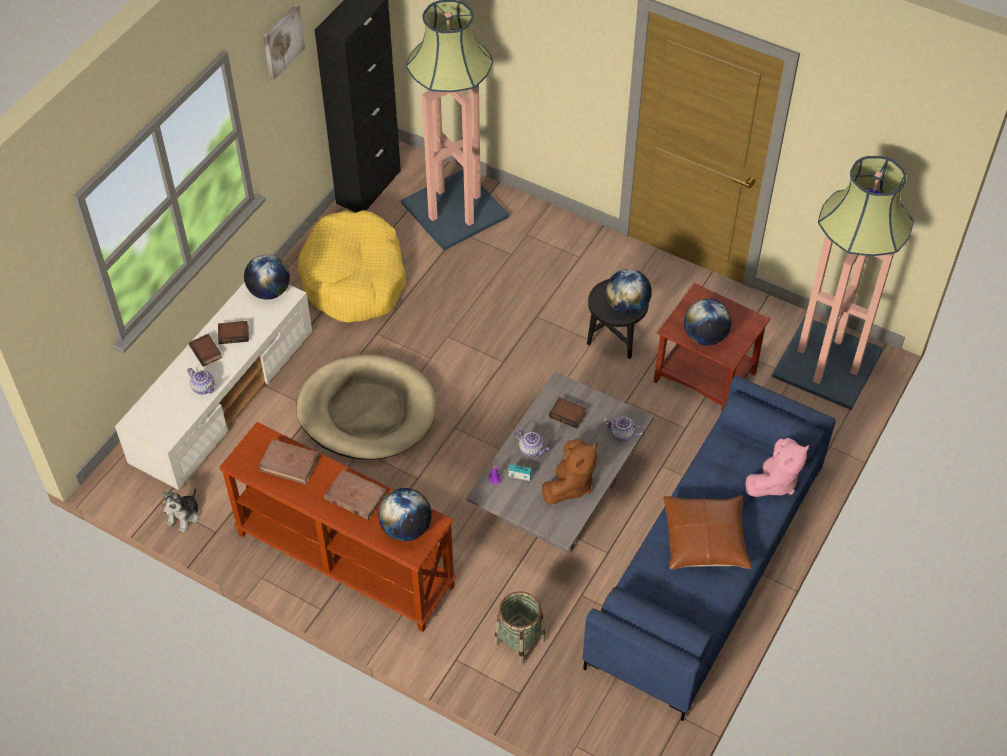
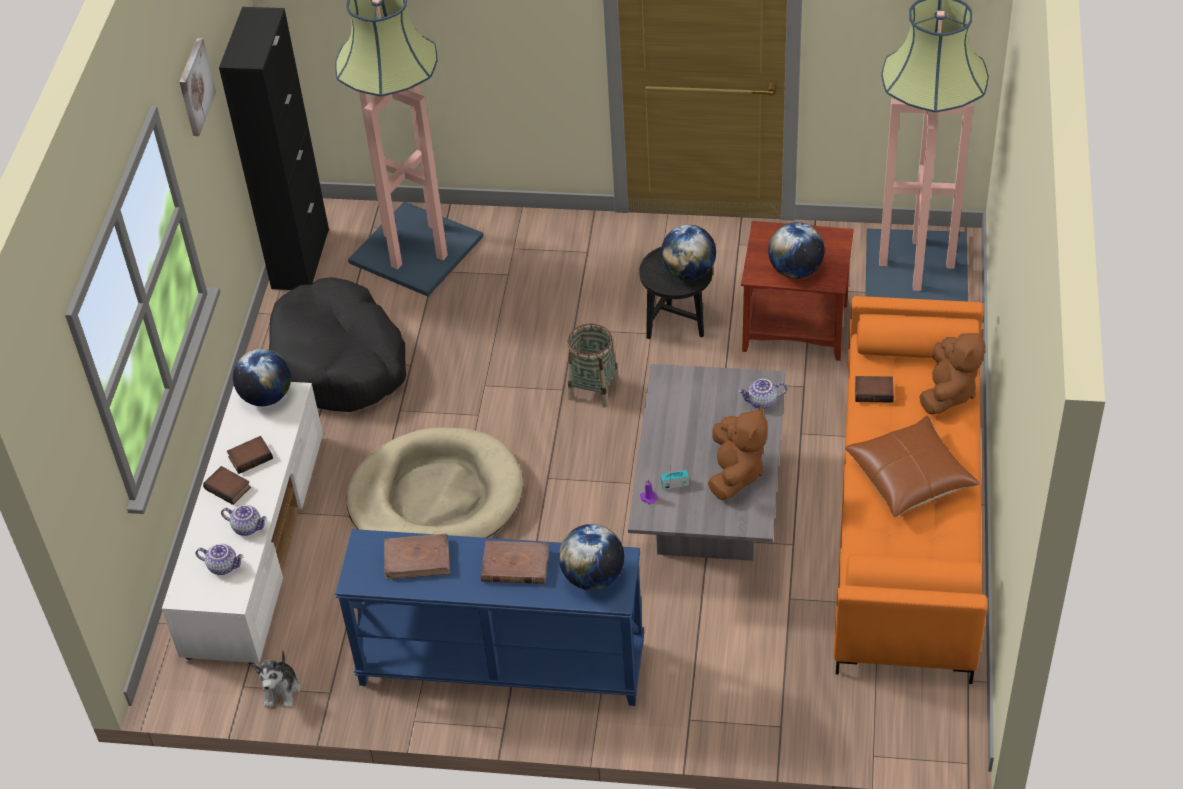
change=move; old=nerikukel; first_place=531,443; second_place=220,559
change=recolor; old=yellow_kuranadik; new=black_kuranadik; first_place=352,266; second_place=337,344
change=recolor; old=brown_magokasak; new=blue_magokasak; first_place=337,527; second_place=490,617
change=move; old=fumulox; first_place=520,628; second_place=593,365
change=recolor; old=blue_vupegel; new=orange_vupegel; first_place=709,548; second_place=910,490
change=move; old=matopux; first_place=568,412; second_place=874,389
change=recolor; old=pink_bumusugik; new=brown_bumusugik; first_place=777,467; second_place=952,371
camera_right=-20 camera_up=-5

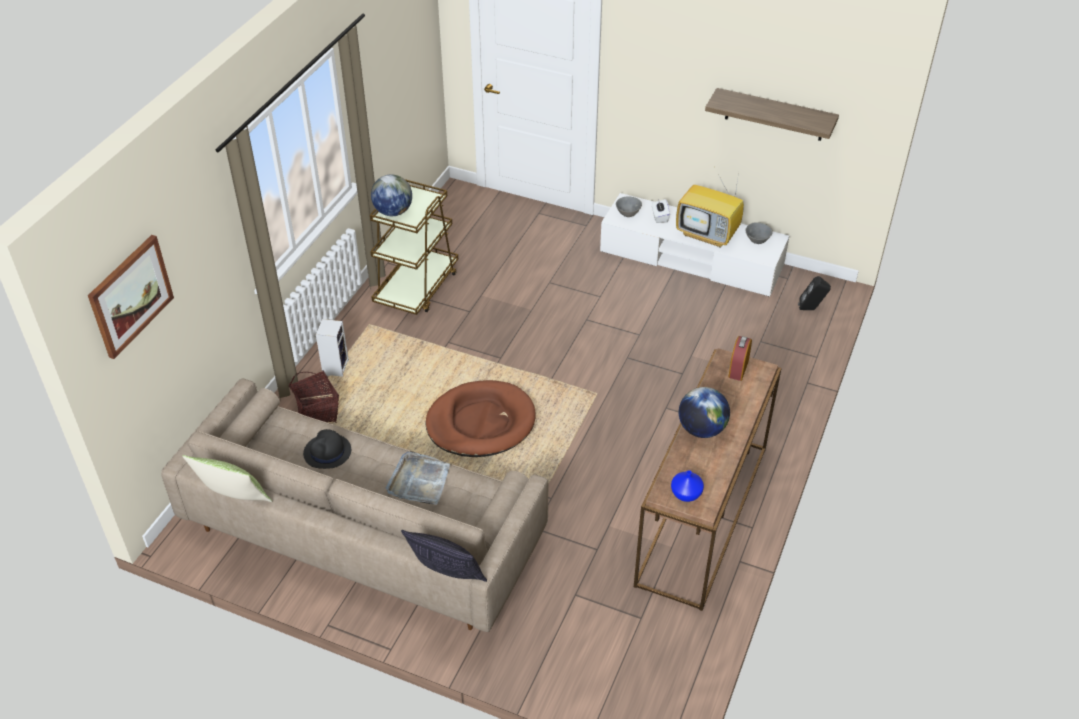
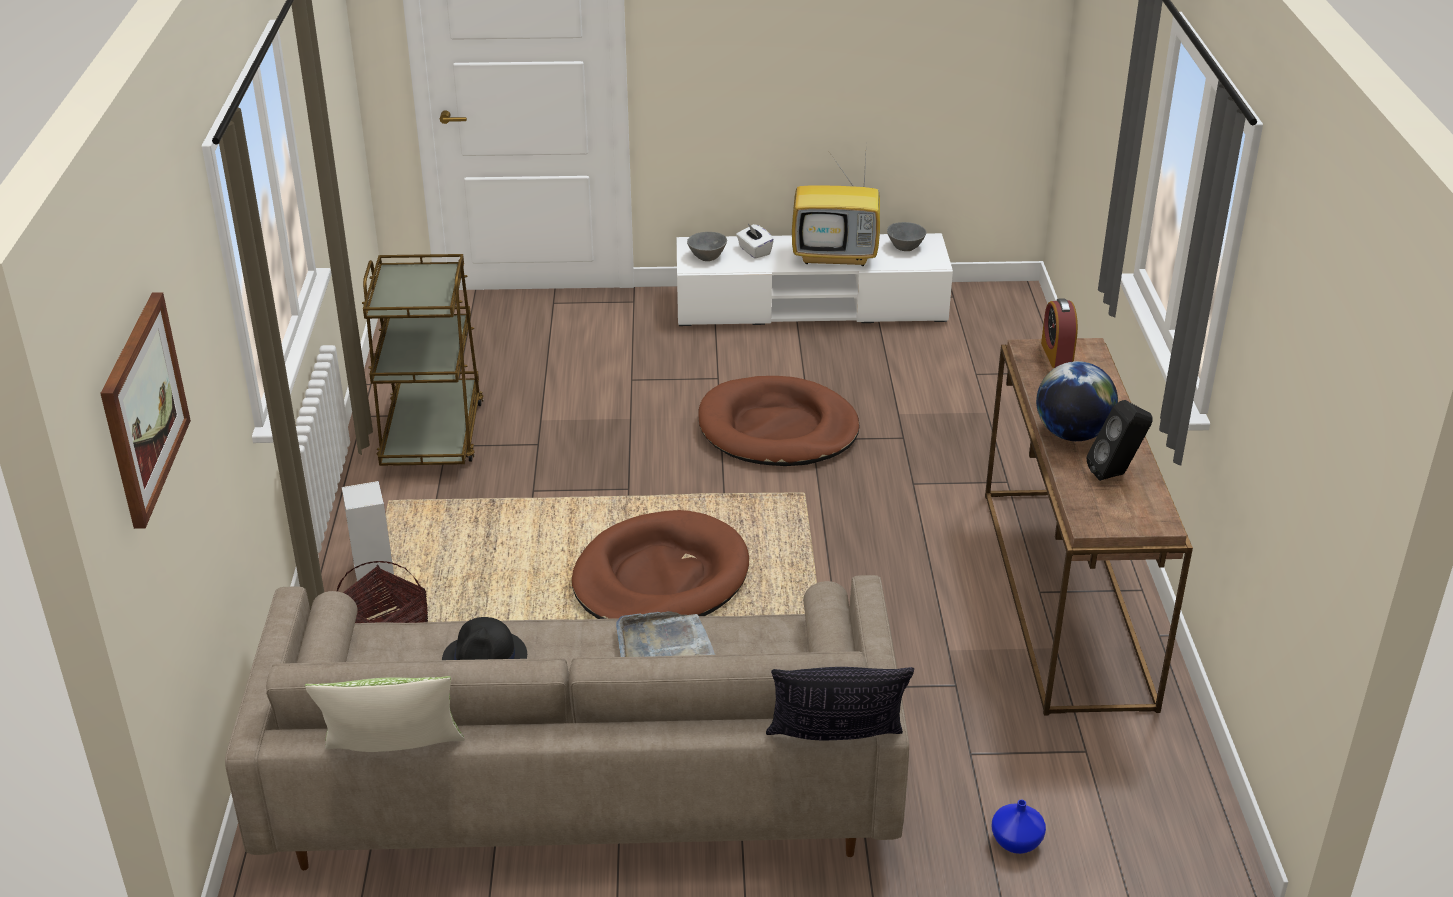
change=insert; new=brown_kuranadik; second_place=779,421
change=move; old=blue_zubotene; first_place=687,486; second_place=1019,827
change=move; old=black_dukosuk; first_place=814,293; second_place=1119,440
change=delete; old=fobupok; first_place=391,195
change=delete; old=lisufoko; first_place=772,114
camera_right=-25 camera_up=-10

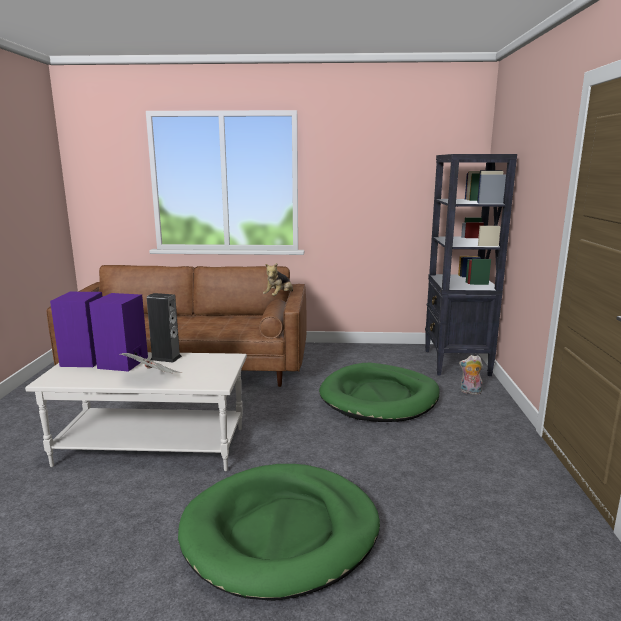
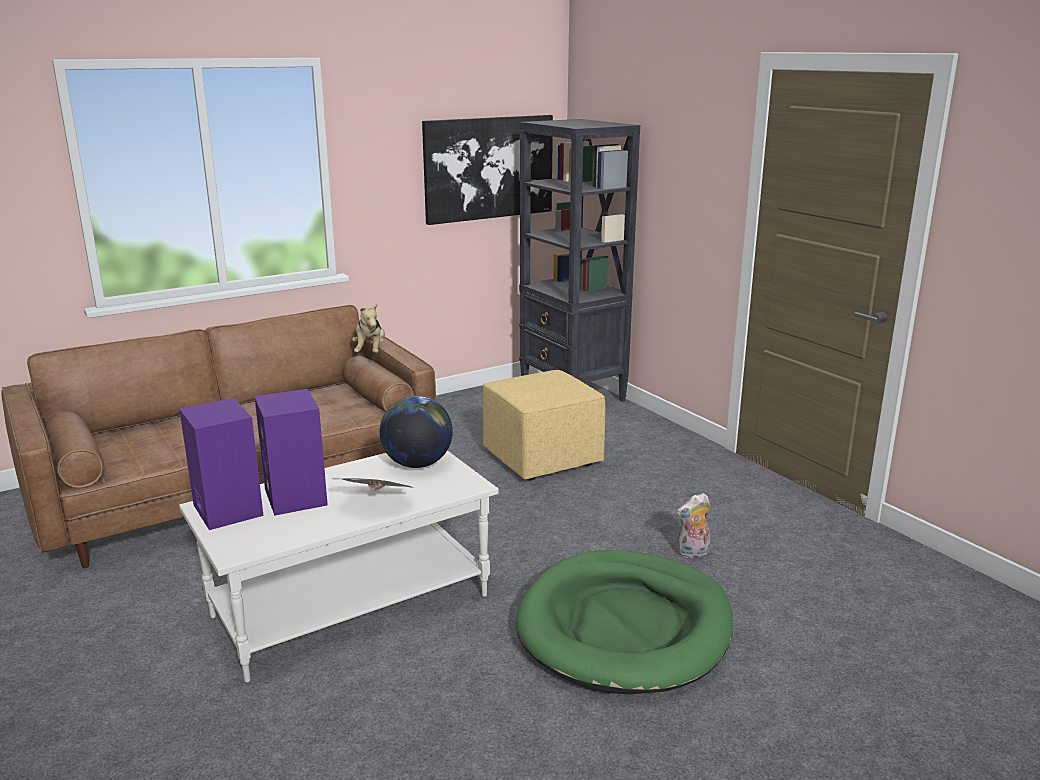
change=insert; new=fobupok; second_place=416,431
change=insert; new=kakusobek; second_place=487,170
change=replace; old=green_kuranadik; new=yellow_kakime; first_place=379,392; second_place=543,425
change=move; old=bumusugik; first_place=471,375; second_place=694,525
change=delete; old=dukosuk; first_place=164,328
camera_right=-35 camera_up=5

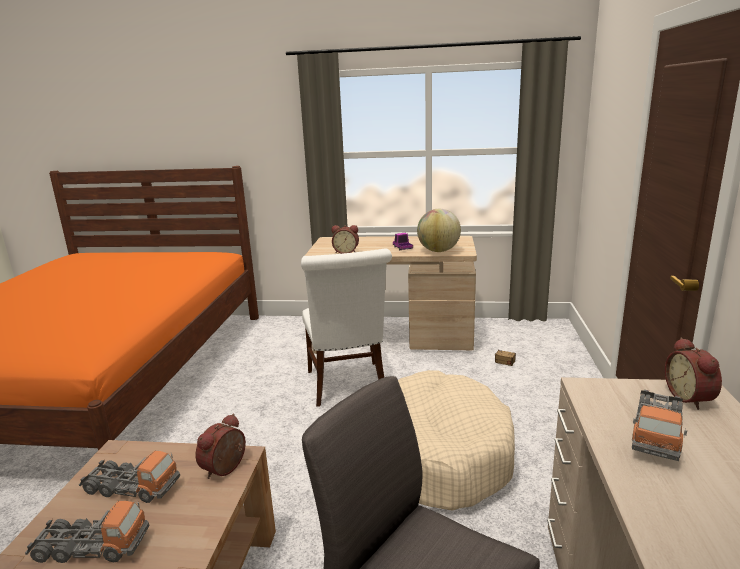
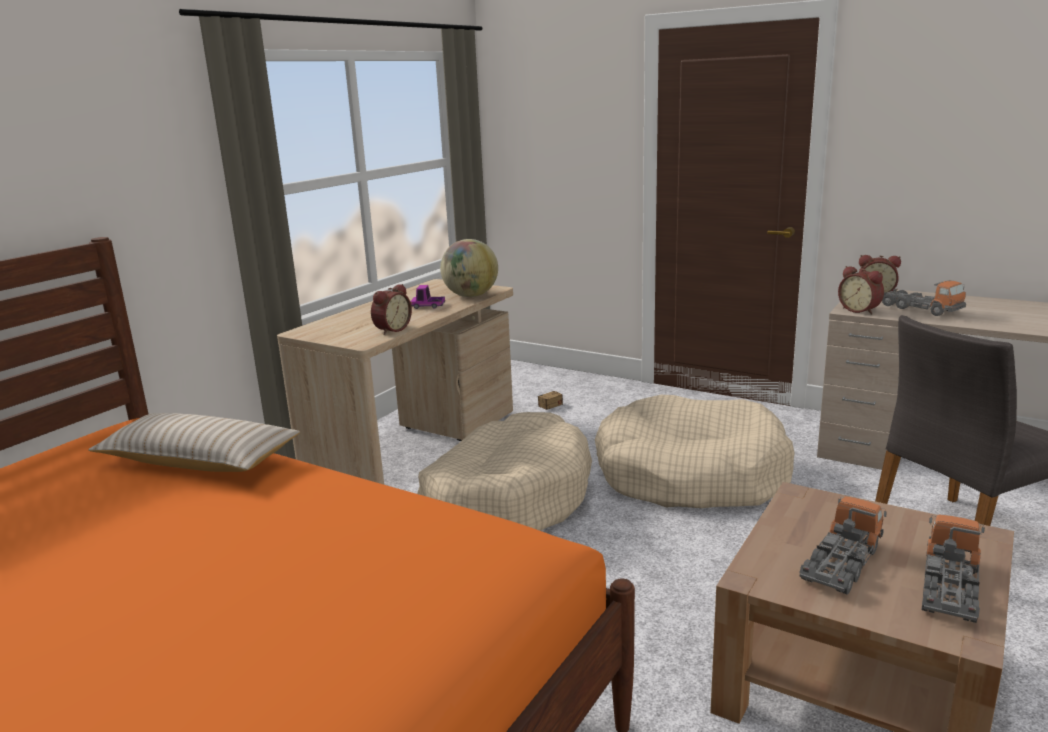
change=insert; new=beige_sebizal; second_place=194,442
change=replace; old=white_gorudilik; new=beige_kuranadik; first_place=346,327; second_place=504,471
change=move; old=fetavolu; first_place=220,446; second_place=861,290
camera_right=-65 camera_up=0

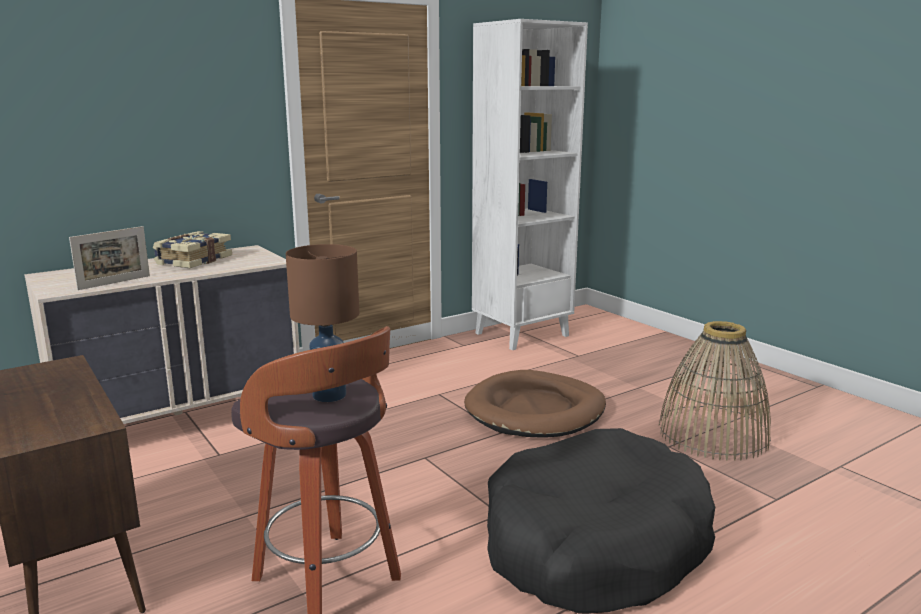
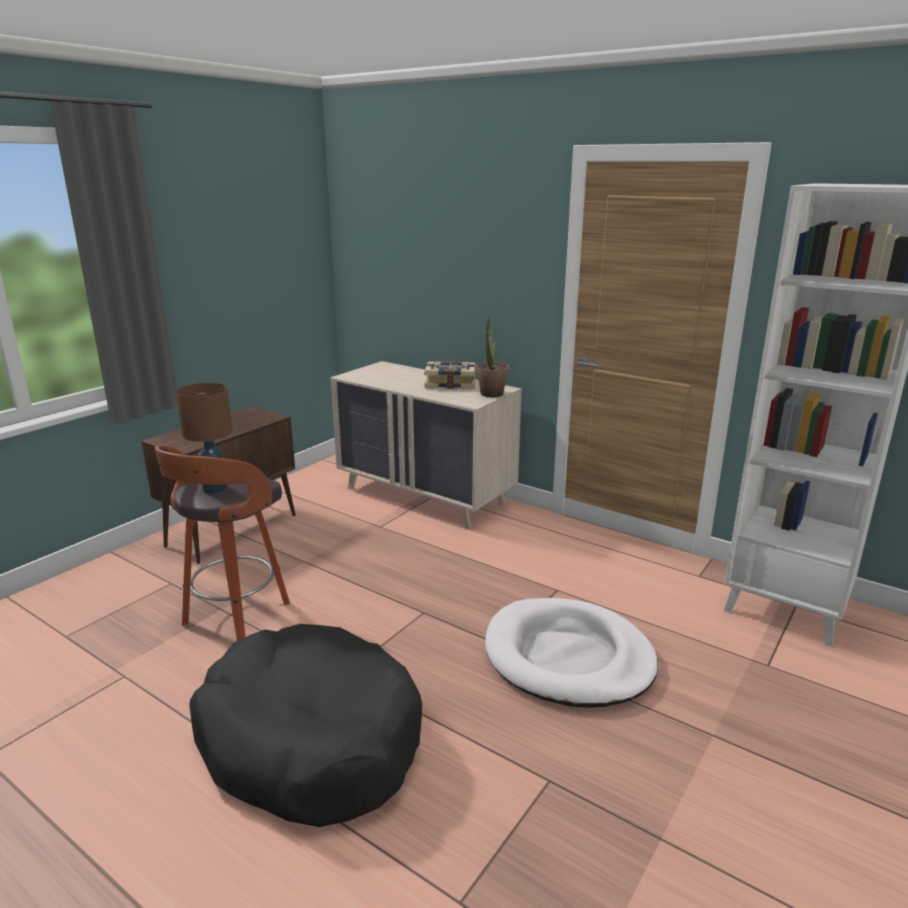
change=insert; new=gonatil; second_place=492,353
change=recolor; old=brown_kuranadik; new=white_kuranadik; first_place=535,403; second_place=571,653
change=delete; old=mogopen; first_place=109,258
change=delete; old=fumulox; first_place=715,391
camera_right=70 camera_up=5

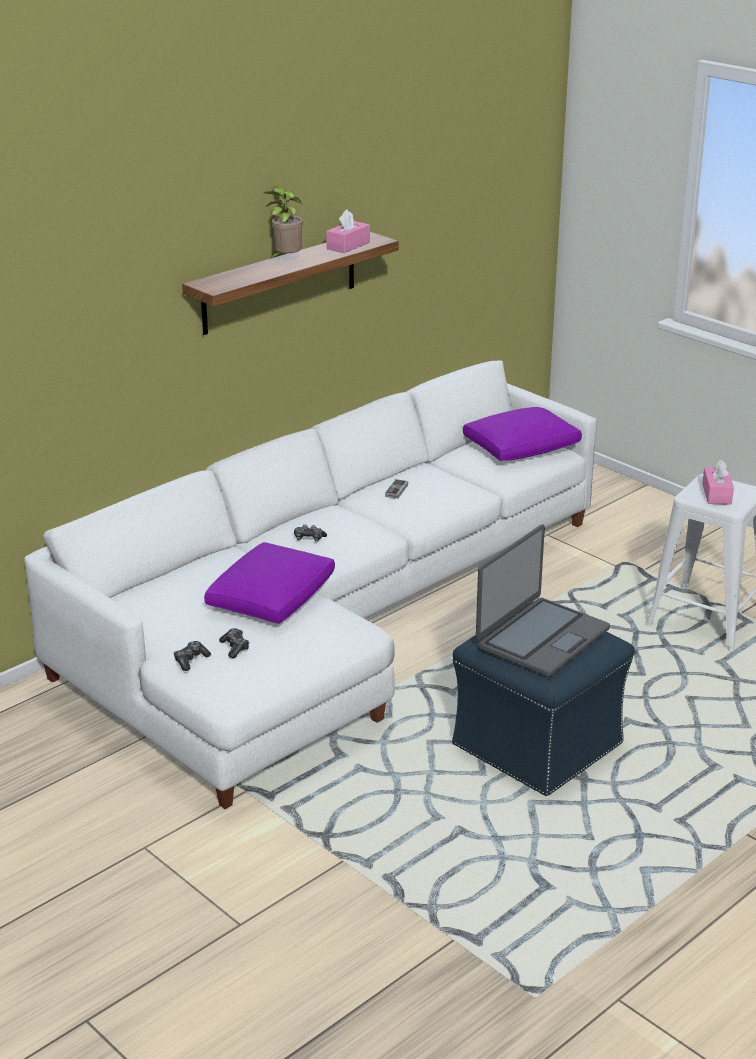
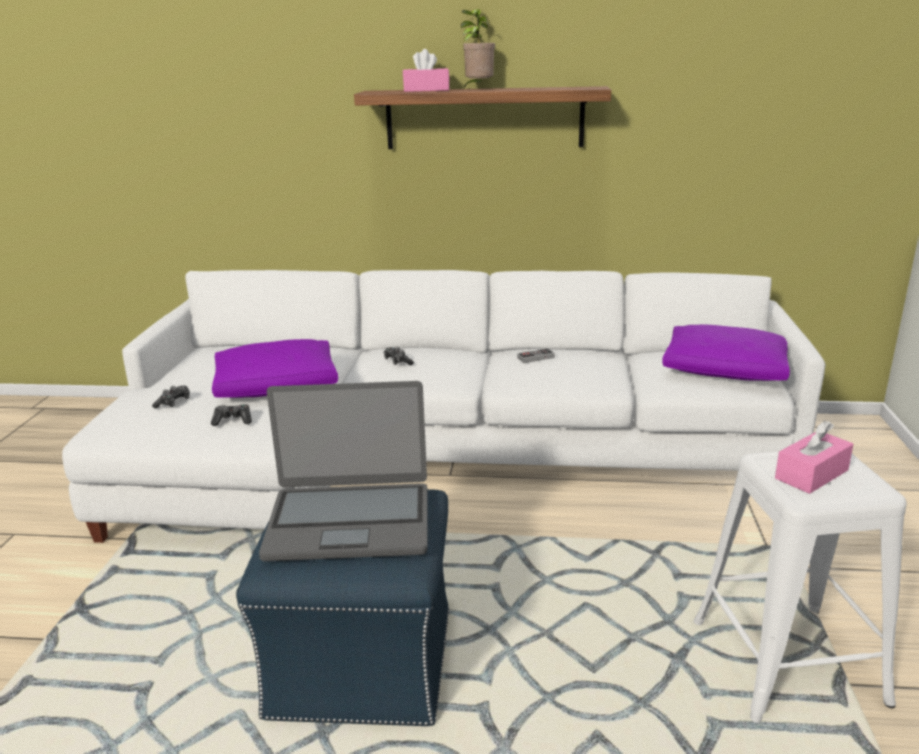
change=move; old=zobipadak; first_place=192,656; second_place=231,415
change=move; old=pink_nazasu; first_place=348,231; second_place=426,70
camera_right=50 camera_up=-5

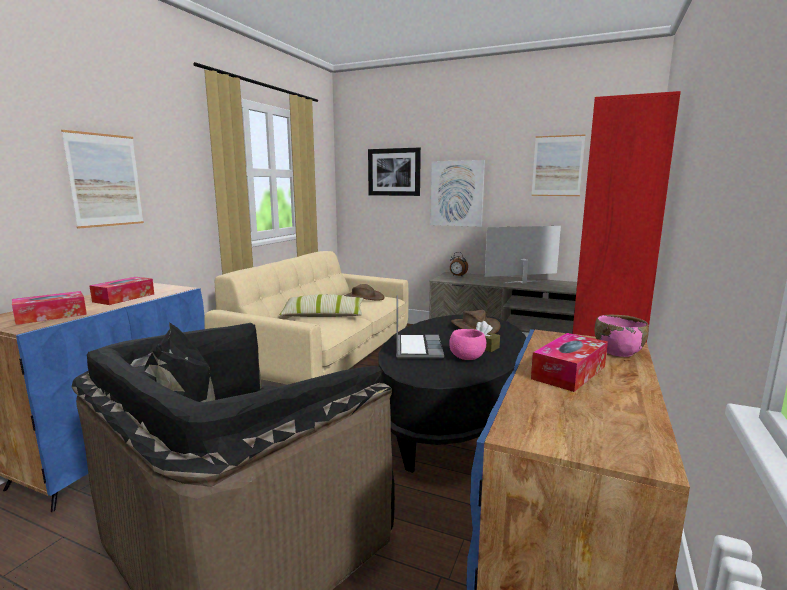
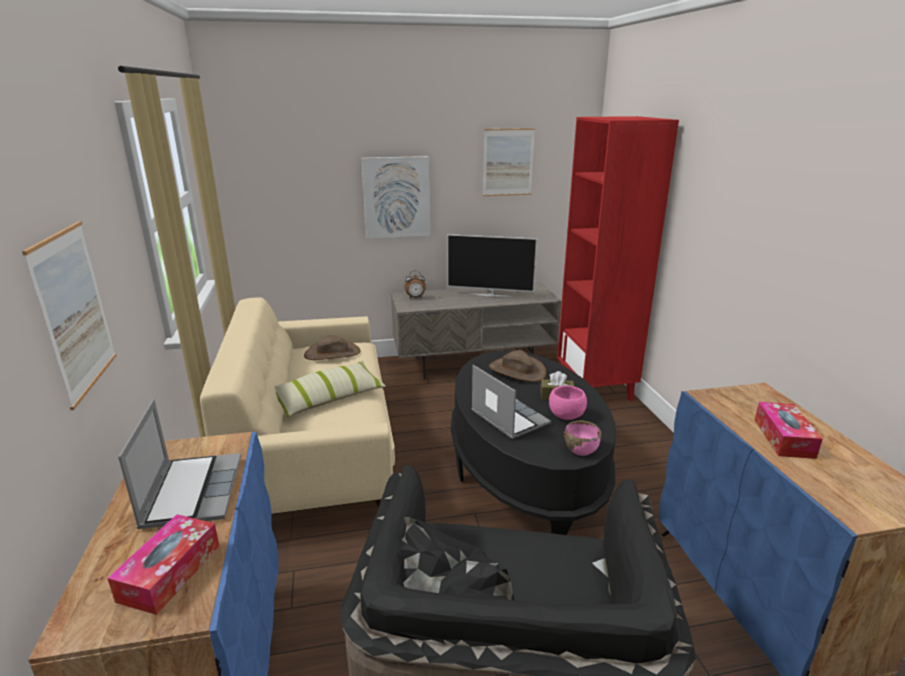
change=replace; old=nazasu; new=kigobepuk; first_place=121,291; second_place=179,464
change=rotate; old=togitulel; first_place=523,254; second_place=492,265; degrees=-120
change=move; old=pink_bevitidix; first_place=622,335; second_place=582,438
change=delete; old=kakusobek; first_place=394,172
camera_right=-35 camera_up=10

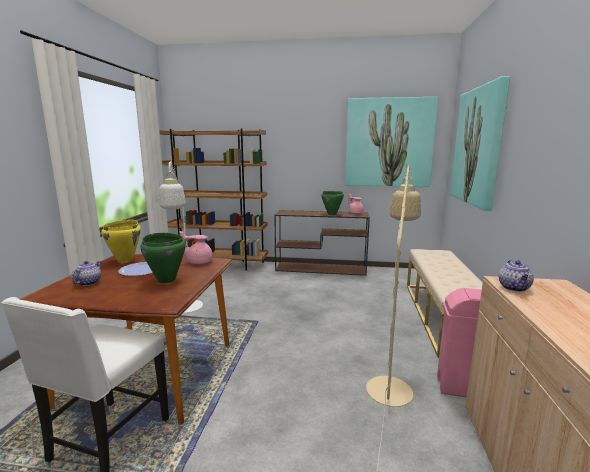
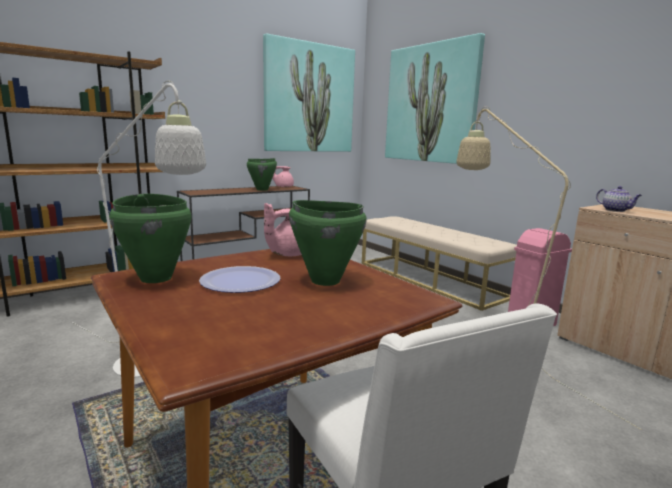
change=recolor; old=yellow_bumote; new=green_bumote; first_place=121,241; second_place=150,238
change=delete; old=nerikukel; first_place=86,273
camera_right=-45 camera_up=0

